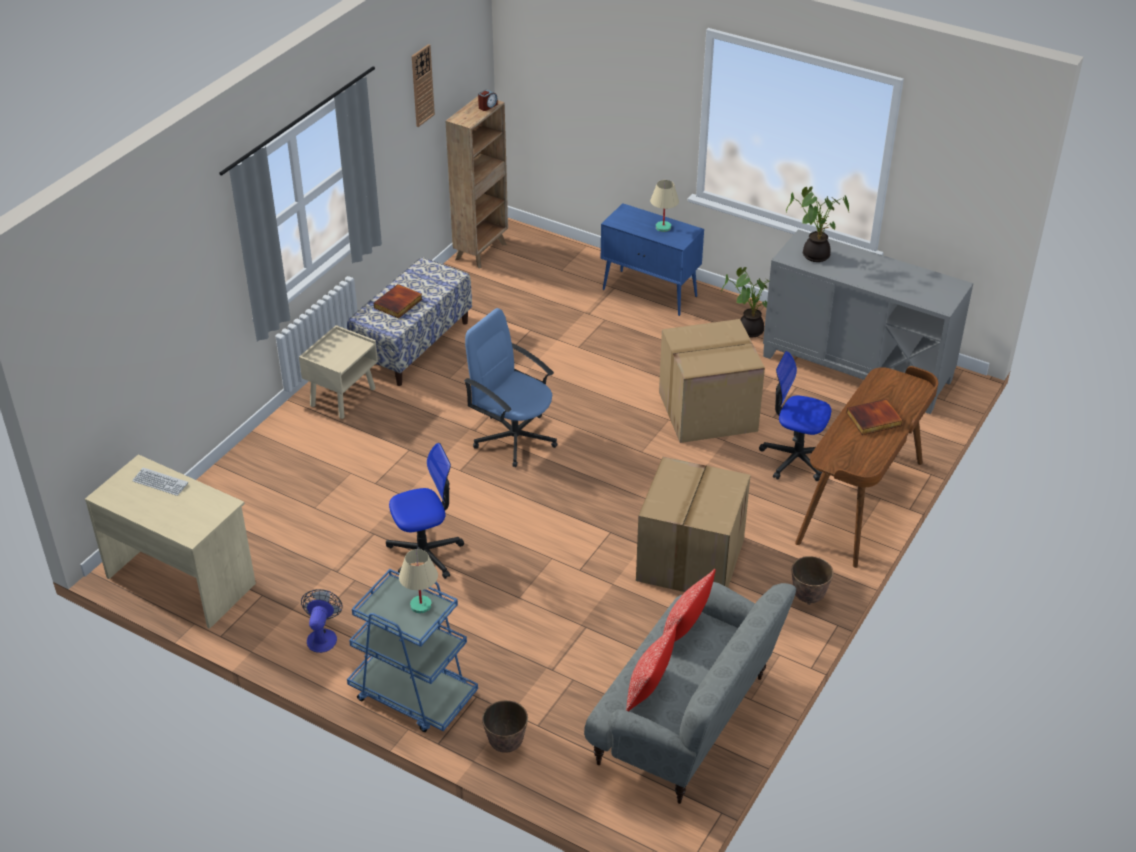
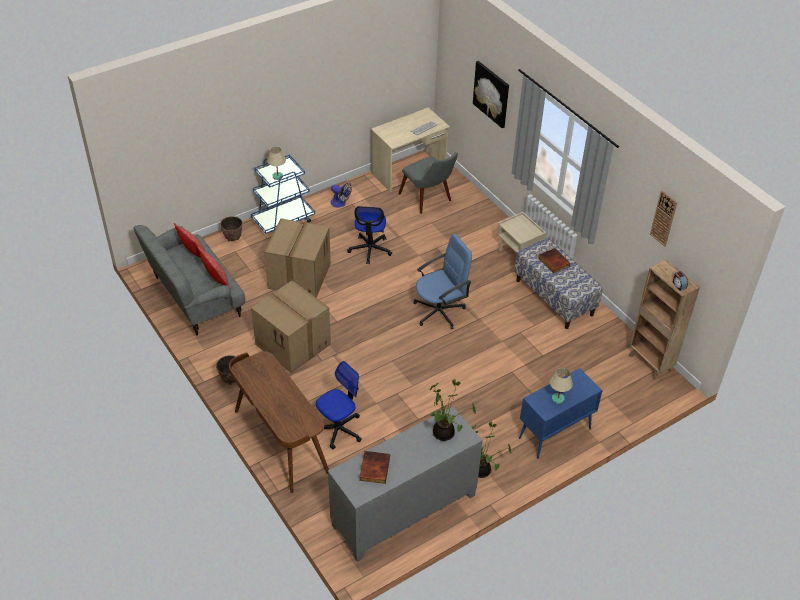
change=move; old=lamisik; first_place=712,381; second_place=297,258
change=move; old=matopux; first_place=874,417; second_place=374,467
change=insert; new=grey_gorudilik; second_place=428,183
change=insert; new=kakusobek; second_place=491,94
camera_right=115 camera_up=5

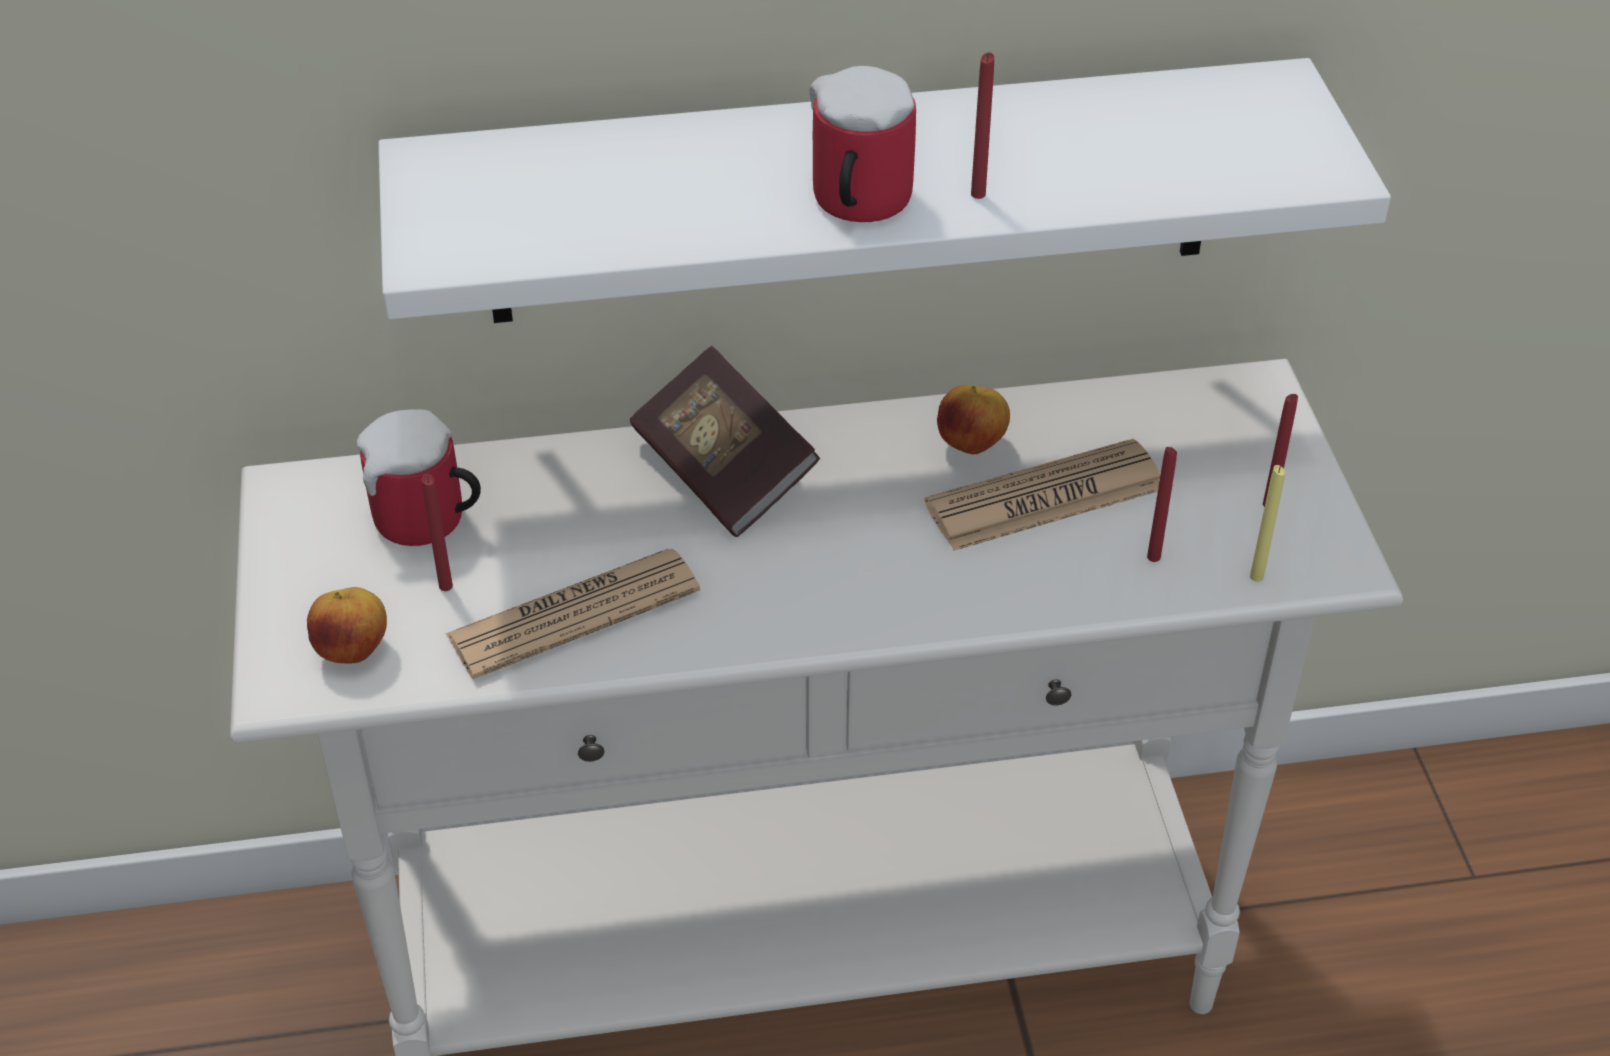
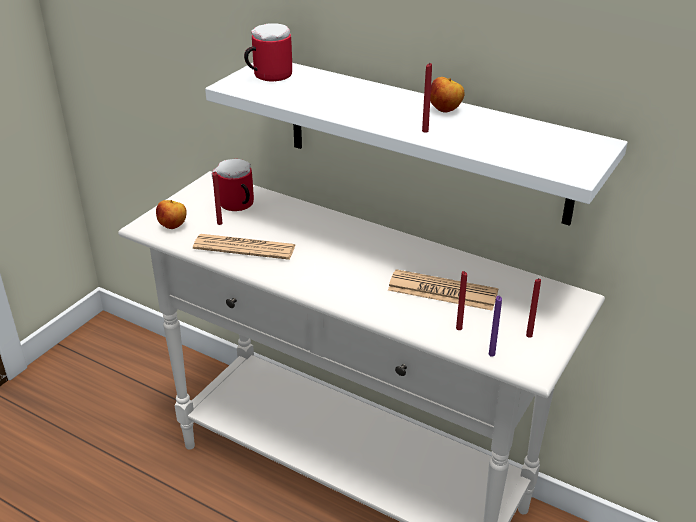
change=move; old=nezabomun; first_place=862,144; second_place=268,52
change=move; old=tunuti; first_place=973,419; second_place=447,94
change=recolor; old=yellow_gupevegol; new=purple_gupevegol; first_place=1267,523; second_place=495,326
change=delete; old=matopux; first_place=725,441
camera_right=40 camera_up=-10

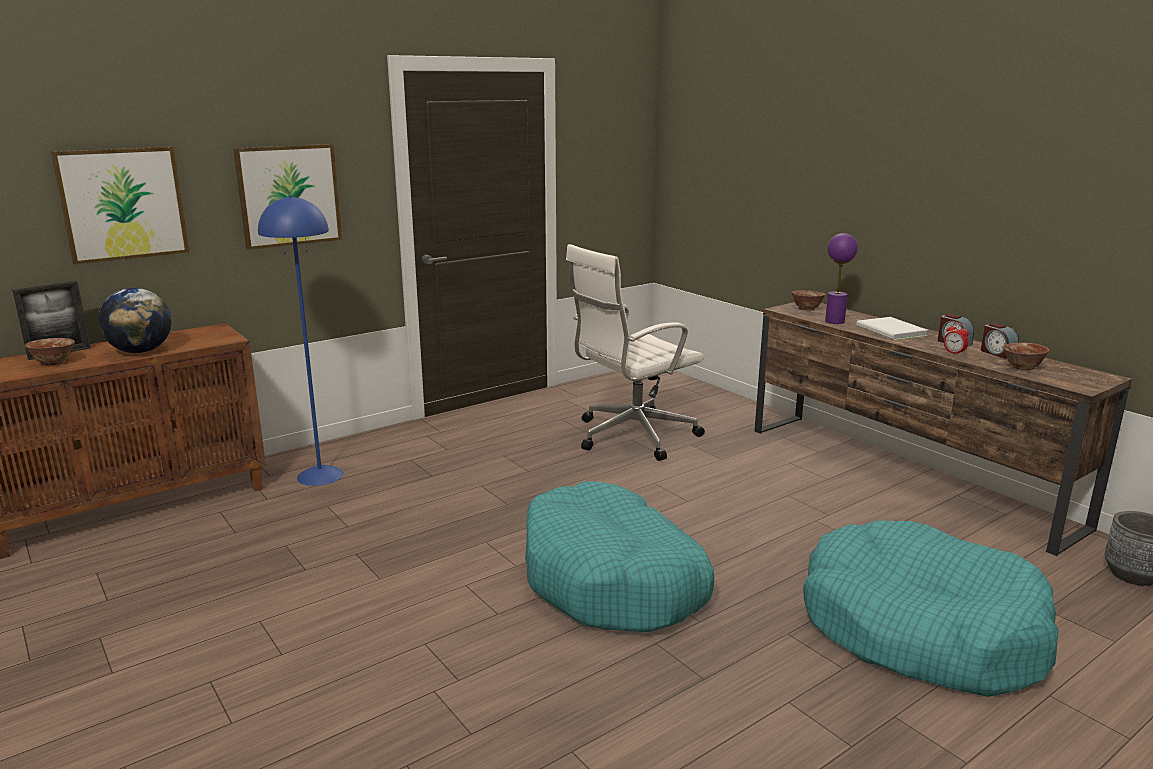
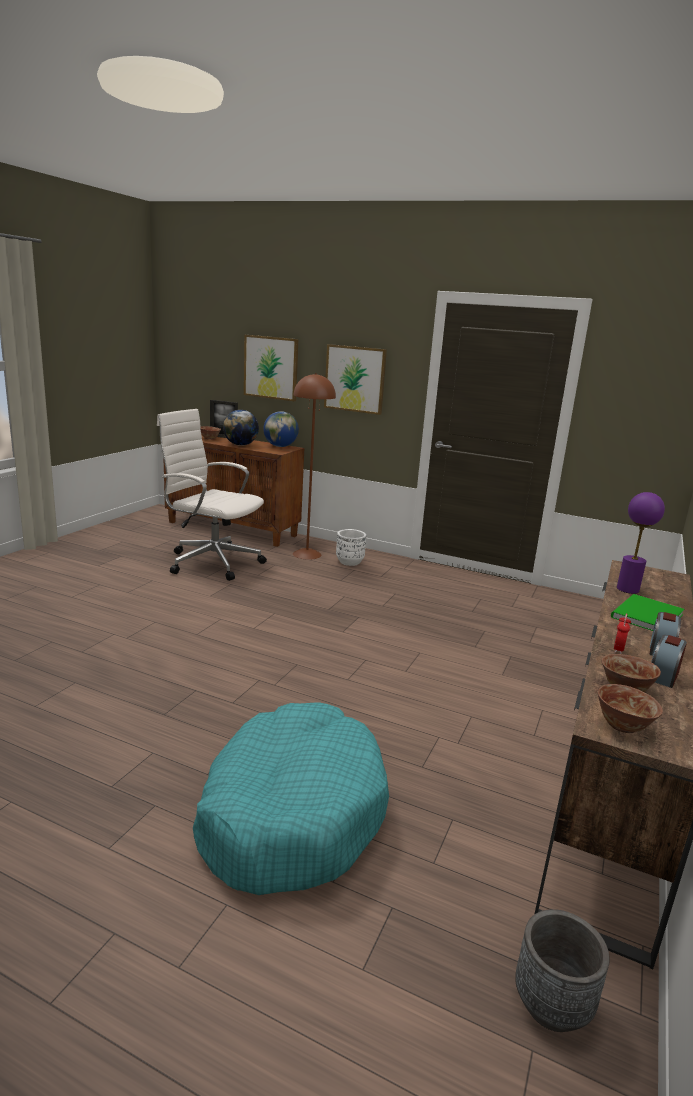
change=move; old=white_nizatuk; first_place=635,352; second_place=212,495
change=insert; new=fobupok; second_place=281,429
change=recolor; old=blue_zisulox; new=brown_zisulox; first_place=301,340; second_place=314,466
change=insert; new=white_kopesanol; second_place=351,547
change=move; old=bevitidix; first_place=809,300; second_place=630,708
change=recolor; old=white_matopux; new=green_matopux; first_place=892,328; second_place=647,612
change=delete; old=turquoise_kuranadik; first_place=619,556
camera_right=60 camera_up=0

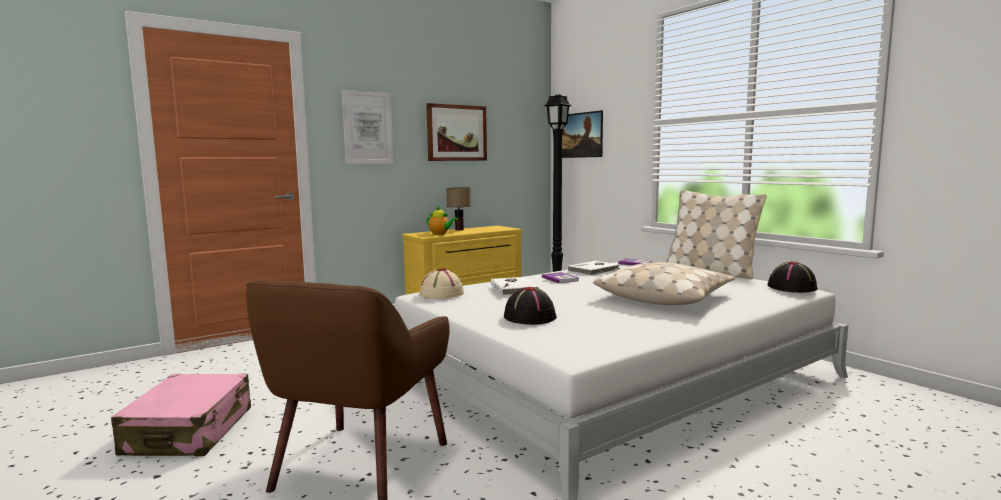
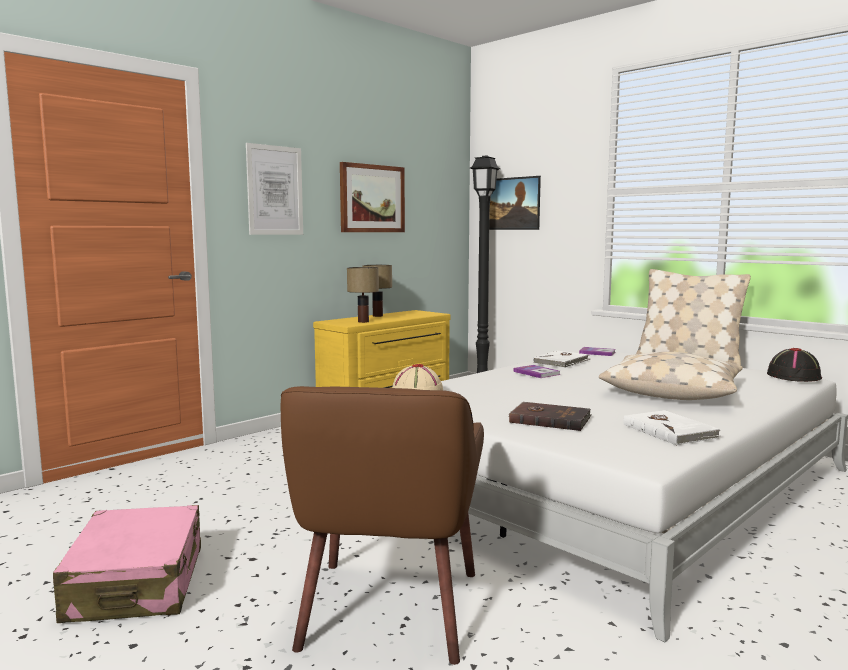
change=replace; old=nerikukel; new=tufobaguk; first_place=442,220; second_place=363,295
change=replace; old=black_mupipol; new=brown_matopux; first_place=530,306; second_place=549,416
change=move; old=white_matopux; first_place=515,286; second_place=672,428
camera_right=-10 camera_up=0

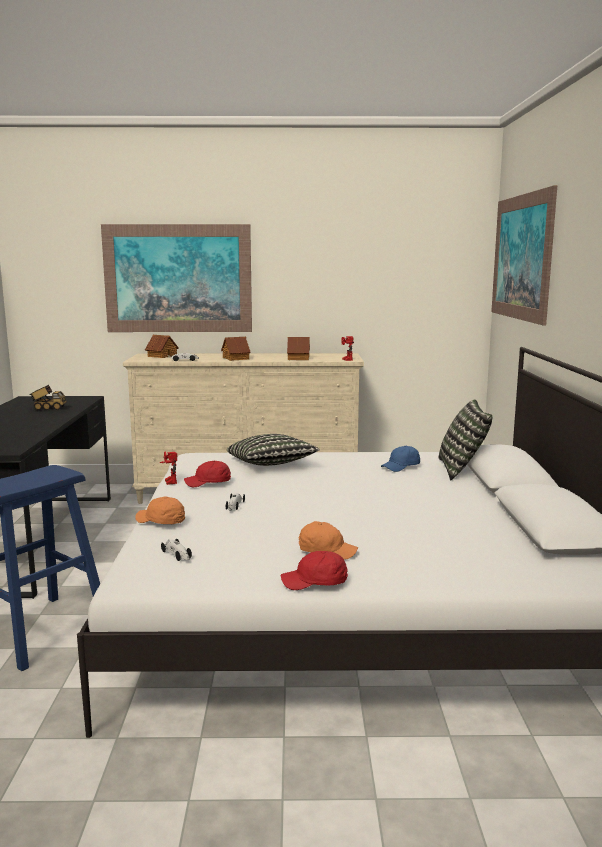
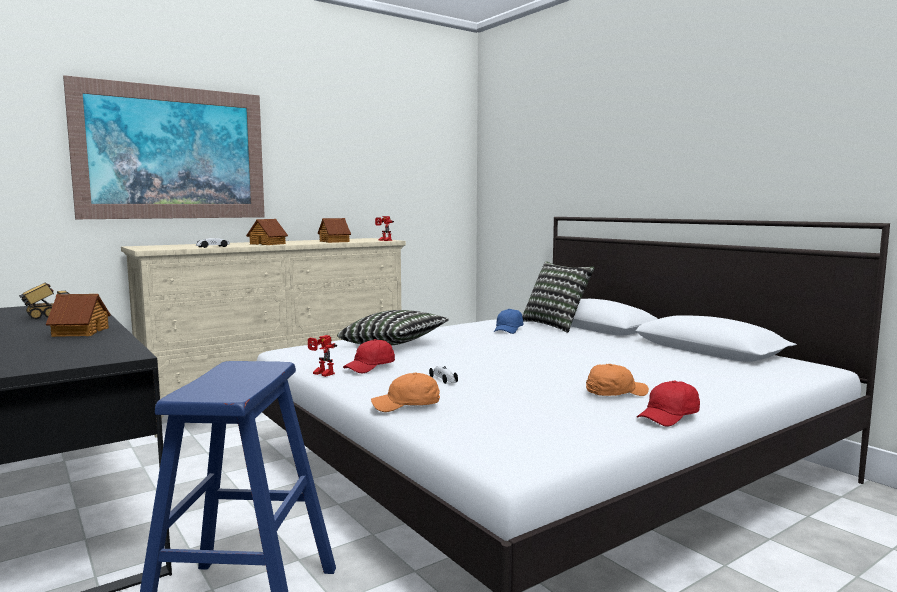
change=move; old=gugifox; first_place=162,346; second_place=78,315
change=delete; old=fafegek; first_place=176,550
change=delete; old=kakusobek; first_place=524,255
camera_right=-35 camera_up=-5

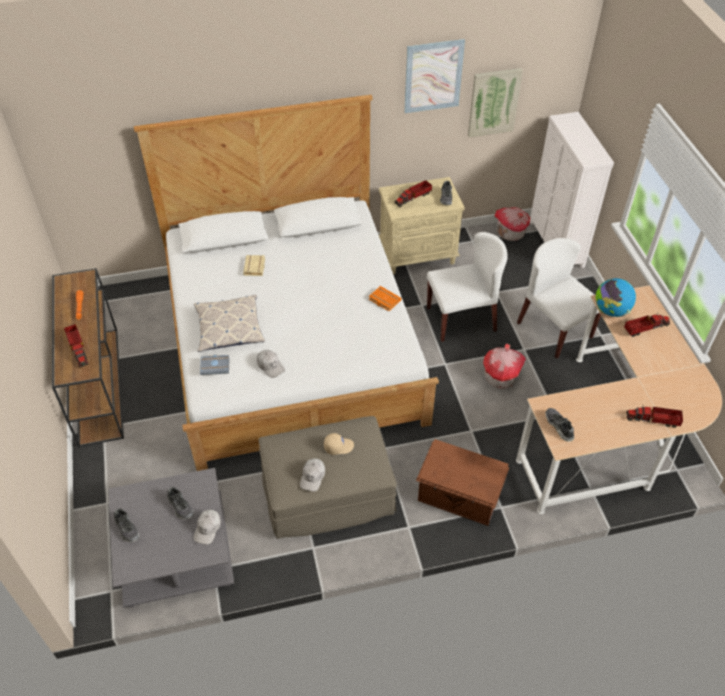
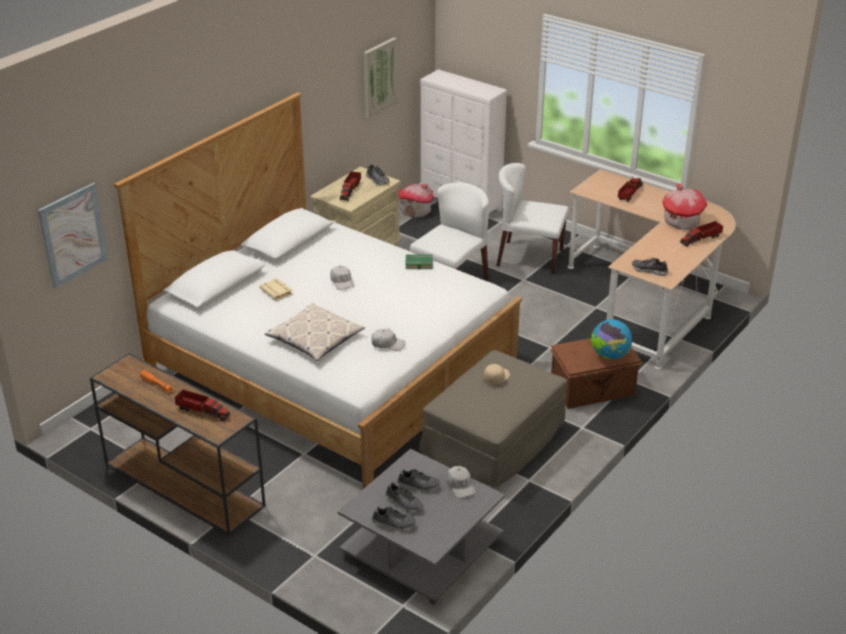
change=move; old=kakusobek; first_place=434,76; second_place=73,235
change=move; old=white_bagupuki; first_place=312,474; second_place=342,278
change=insert; new=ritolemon; second_place=404,497
change=recolor; old=orange_matopux; new=green_matopux; first_place=385,298; second_place=419,261
change=move; old=fobupok; first_place=615,297; second_place=611,339
change=move; old=gugifox; first_place=504,366; second_place=684,207
change=delete; old=grey_matopux; first_place=215,365
camera_right=-40 camera_up=-15

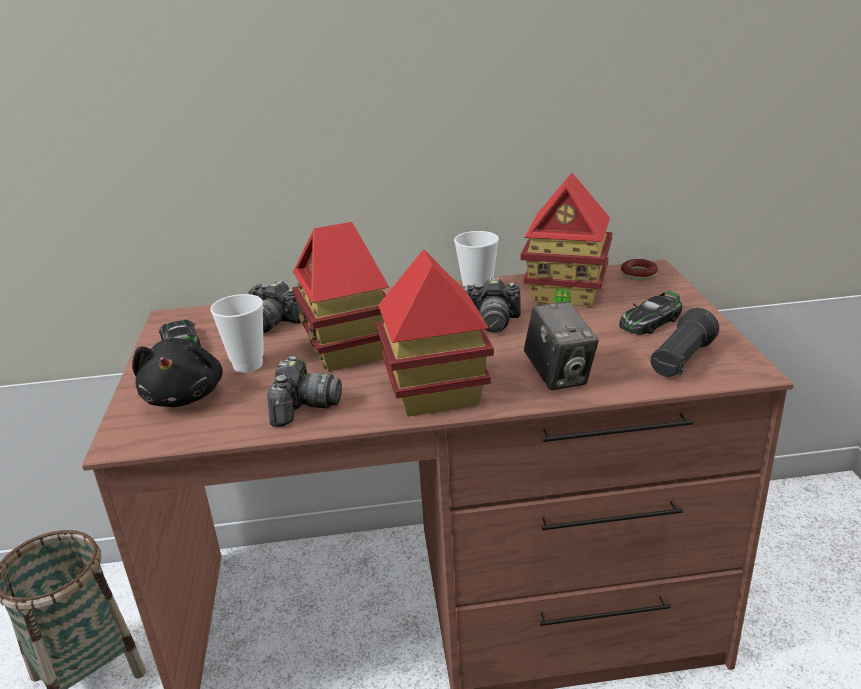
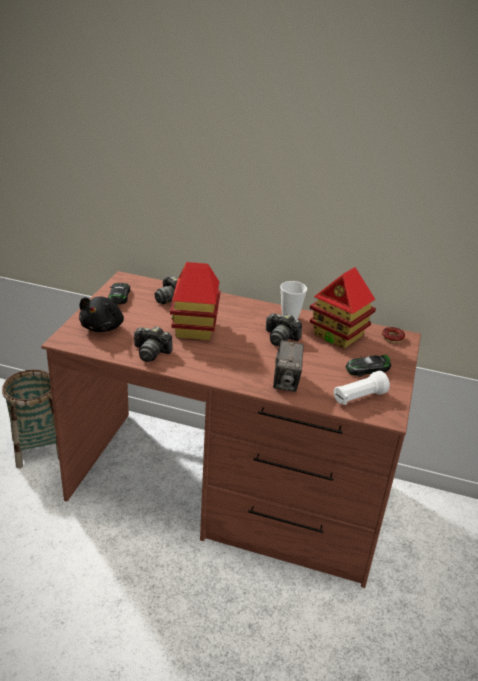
change=rotate; old=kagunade; first_place=304,391; second_place=153,344; degrees=75
change=recolor; old=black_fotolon; new=white_fotolon; first_place=684,342; second_place=361,388
change=delete; old=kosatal; first_place=237,333
change=delete; old=gugifox; first_place=435,333
camera_right=20 camera_up=5

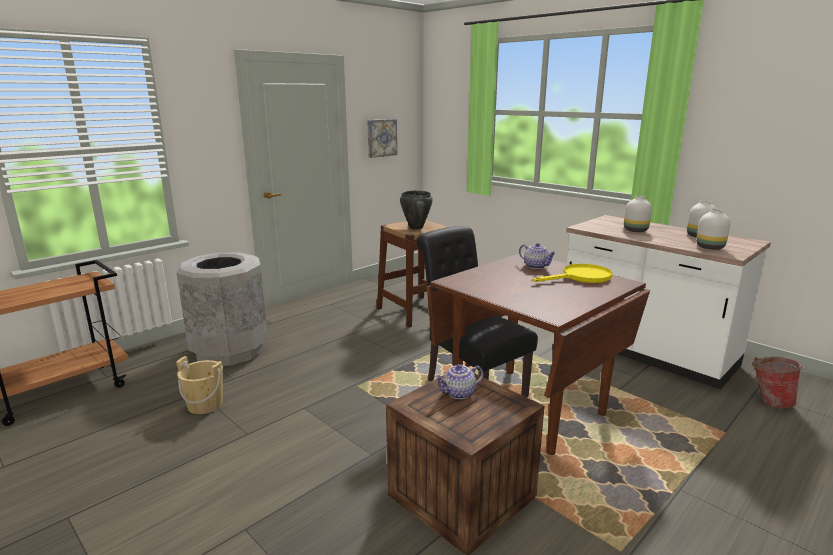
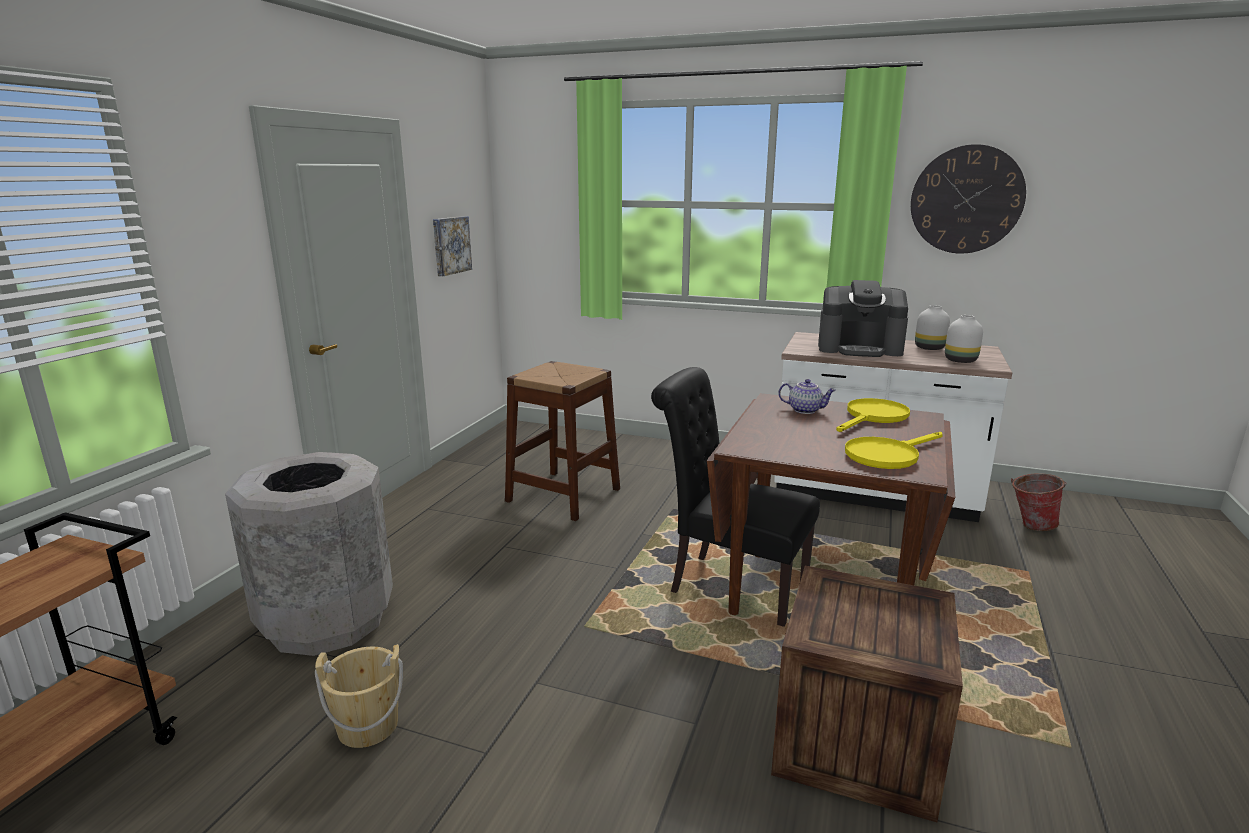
change=replace; old=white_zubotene; new=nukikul; first_place=638,214; second_place=863,318
change=insert; new=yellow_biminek; second_place=894,450
change=insert; new=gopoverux; second_place=968,199
change=delete; old=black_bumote; first_place=416,210
change=delete; old=nerikukel; first_place=459,381
camera_right=-25 camera_up=0

